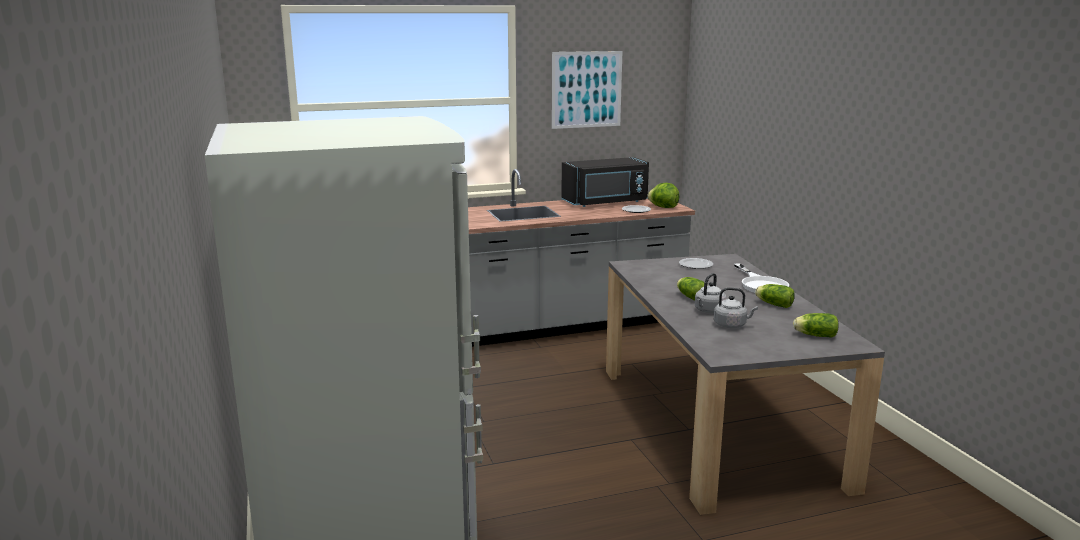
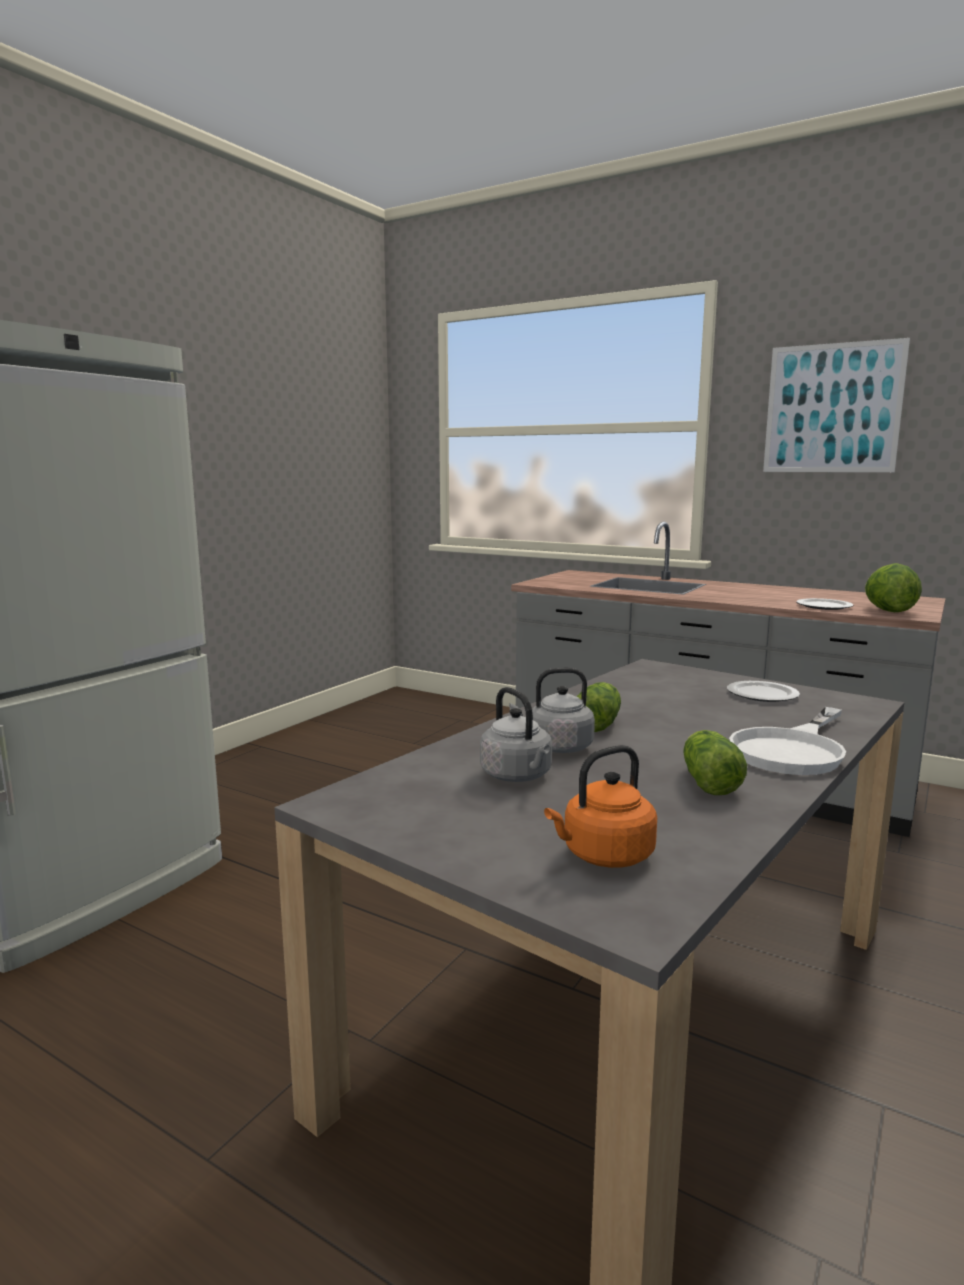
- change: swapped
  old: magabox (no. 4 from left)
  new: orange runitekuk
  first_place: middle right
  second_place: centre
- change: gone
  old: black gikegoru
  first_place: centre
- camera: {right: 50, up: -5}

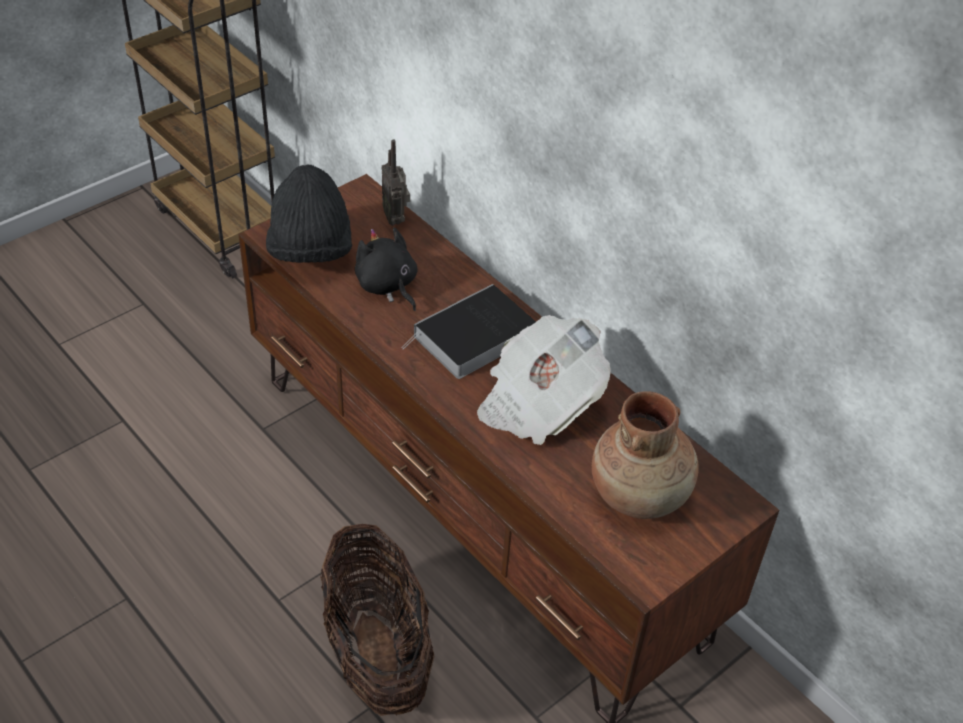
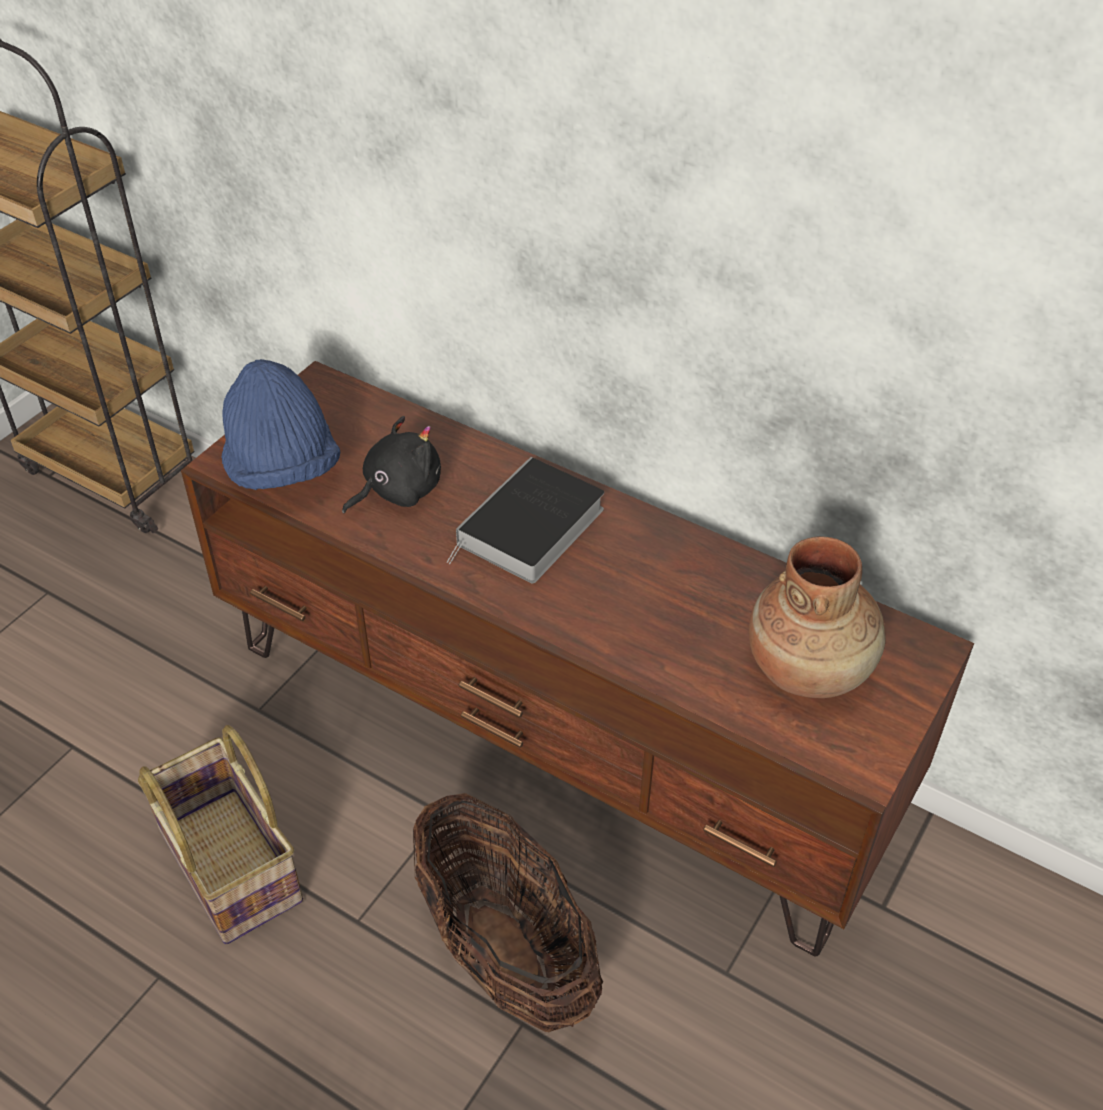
- change: new
  new: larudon (no. 1 from left)
  second_place: bottom left
- change: repainted
  old: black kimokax
  new: blue kimokax
  first_place: top left
  second_place: middle left
- change: rotated
  old: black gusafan
  first_place: centre
  second_place: centre
  degrees: 105
- change: gone
  old: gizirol
  first_place: top centre
- change: gone
  old: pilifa
  first_place: centre
- camera: {right: -15, up: 0}

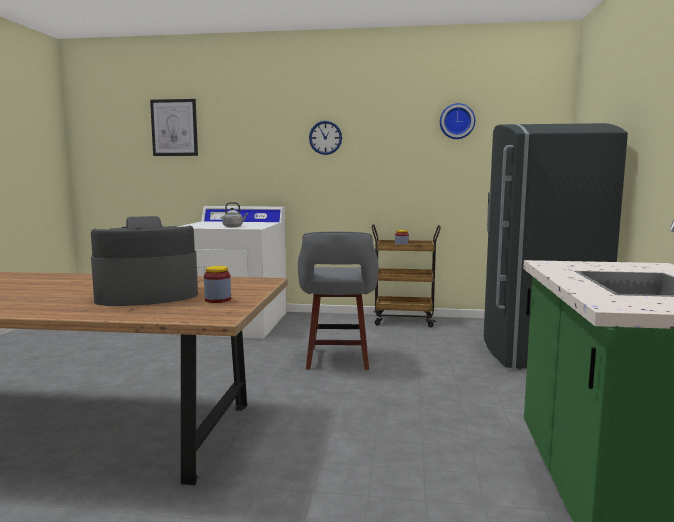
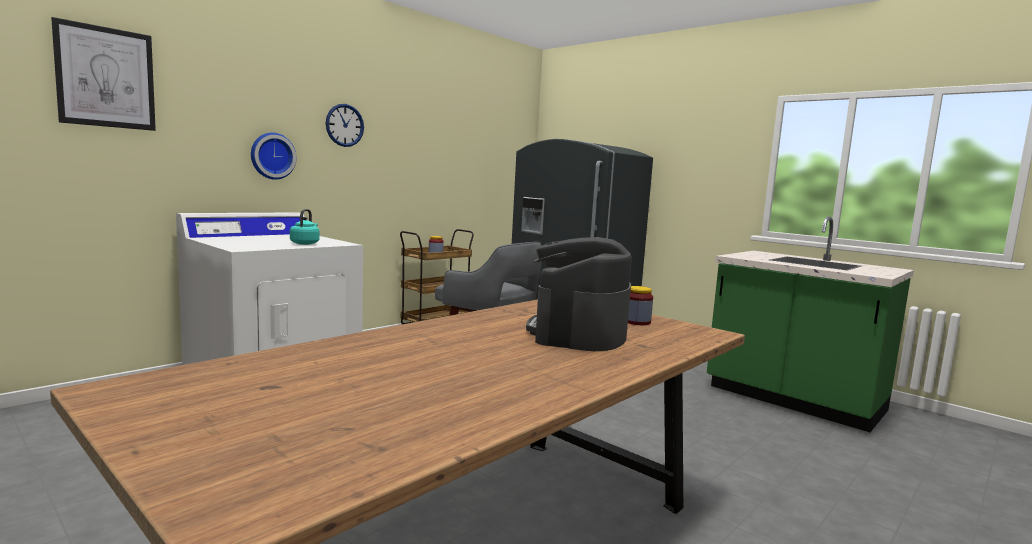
- change: shifted
  old: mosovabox (no. 2 from left in the first image)
  new: mosovabox (no. 1 from left)
  first_place: top right
  second_place: top left
- change: repainted
  old: grey runitekuk
  new: turquoise runitekuk
  first_place: centre
  second_place: middle left
- camera: {right: -55, up: 0}

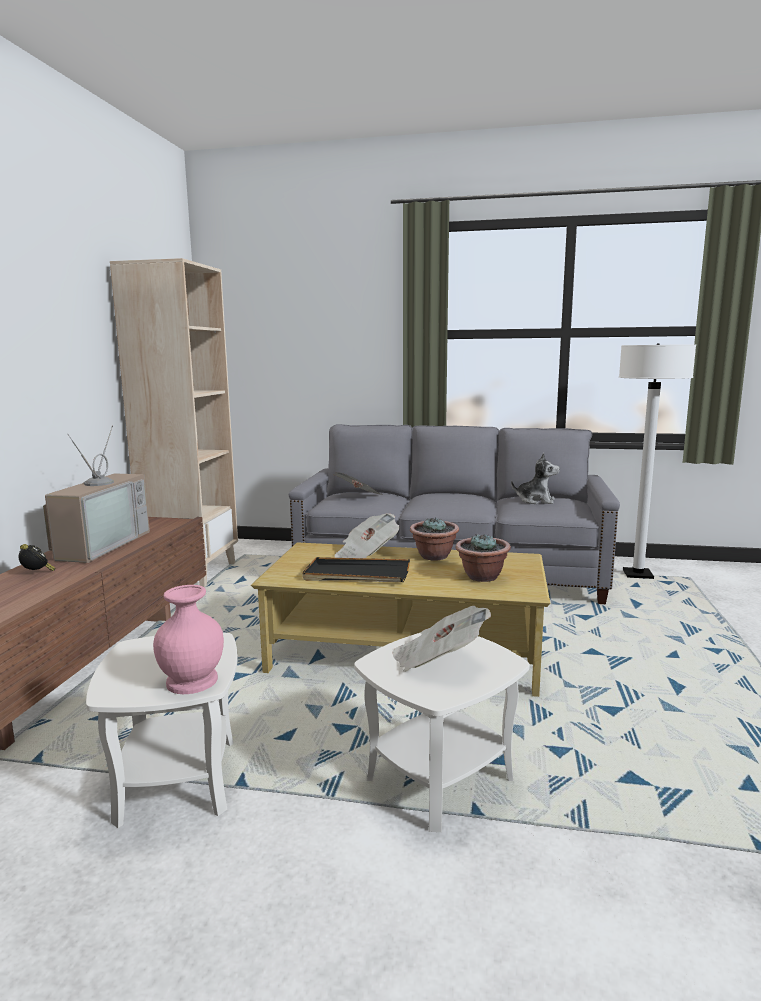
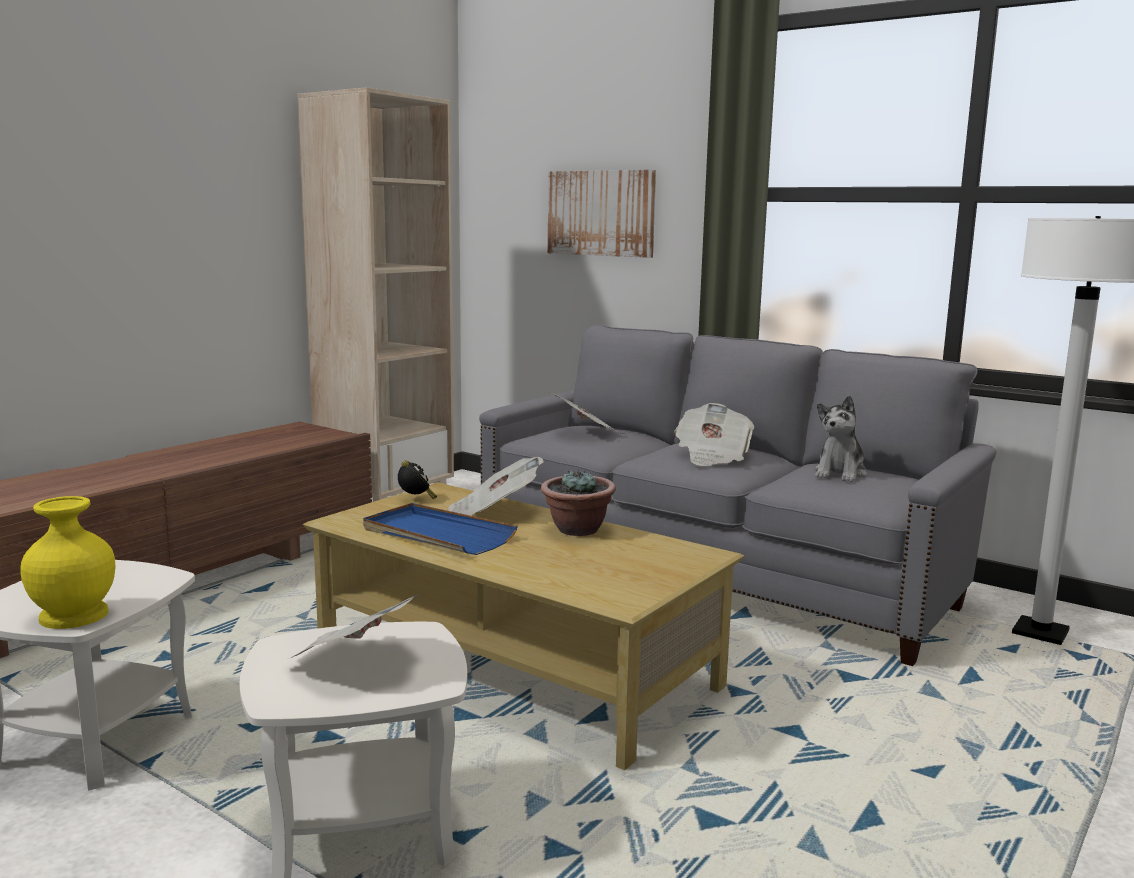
- change: repainted
  old: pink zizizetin
  new: yellow zizizetin
  first_place: middle left
  second_place: middle left
- change: repainted
  old: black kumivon
  new: blue kumivon
  first_place: centre
  second_place: centre
- change: shifted
  old: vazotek
  first_place: middle left
  second_place: centre
- change: new
  new: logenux
  second_place: top centre
- change: new
  new: pilifa (no. 4 from left)
  second_place: centre
- change: rotated
  old: gusafan
  first_place: middle right
  second_place: middle right
  degrees: 75
- change: gone
  old: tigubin
  first_place: middle left
- change: gone
  old: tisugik (no. 2 from left)
  first_place: centre
- camera: {right: 25, up: 0}

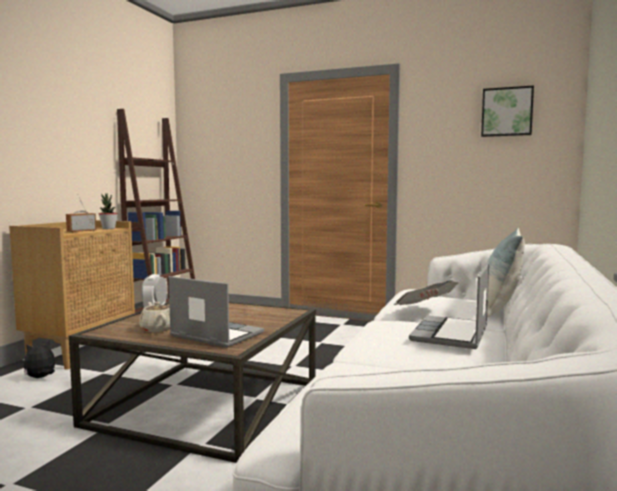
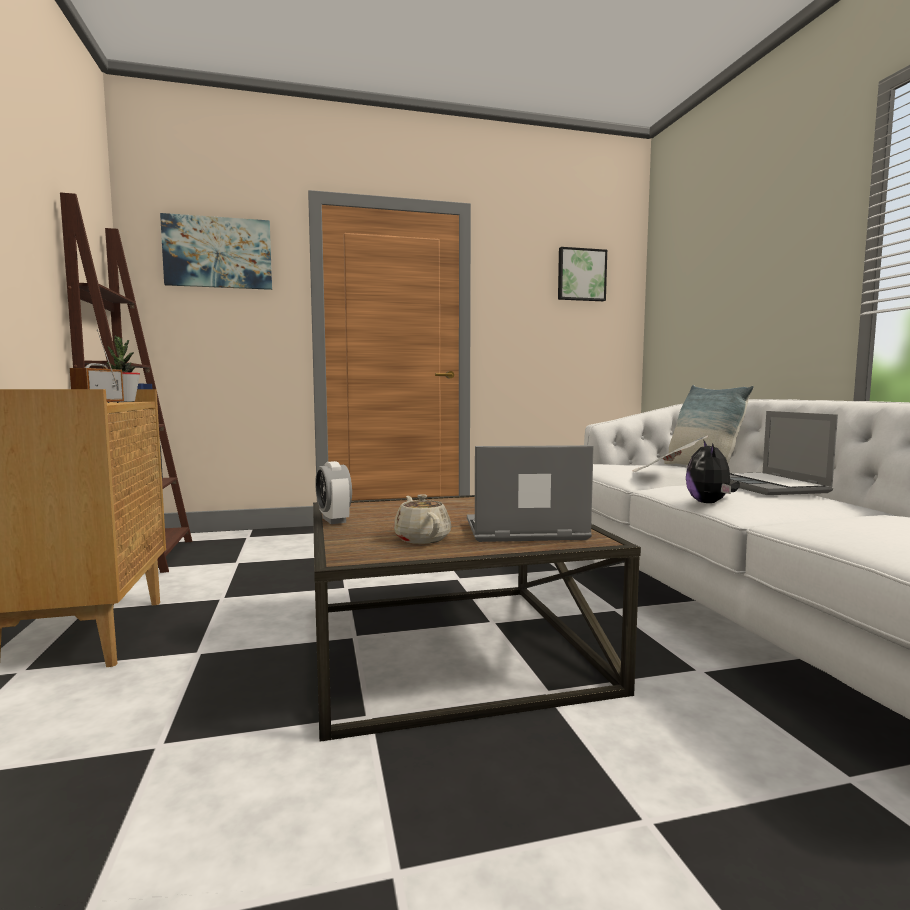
- change: new
  new: logenux (no. 1 from left)
  second_place: top left
- change: rotated
  old: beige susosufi
  first_place: middle left
  second_place: centre
  degrees: 45
- change: shifted
  old: gusafan
  first_place: bottom left
  second_place: middle right
- camera: {right: -35, up: 0}

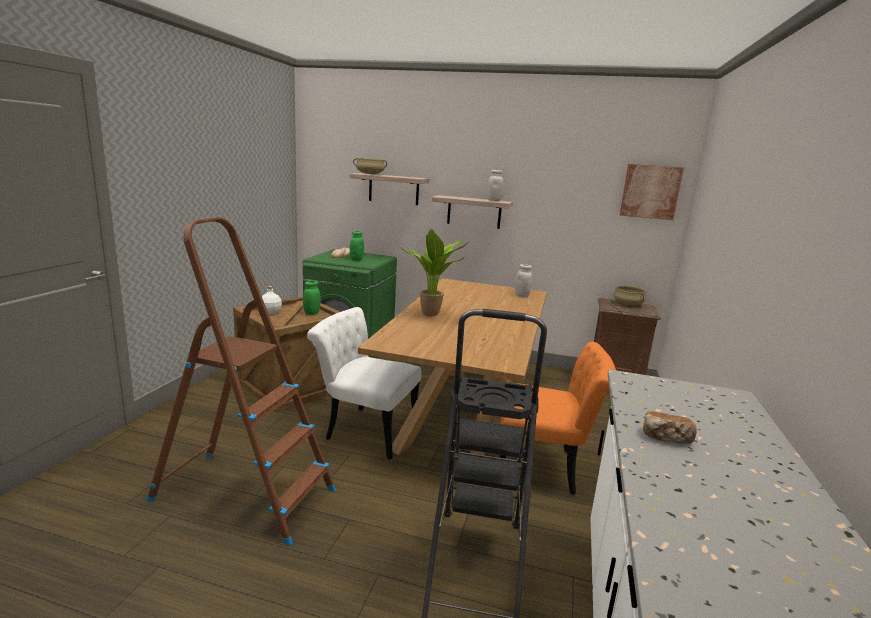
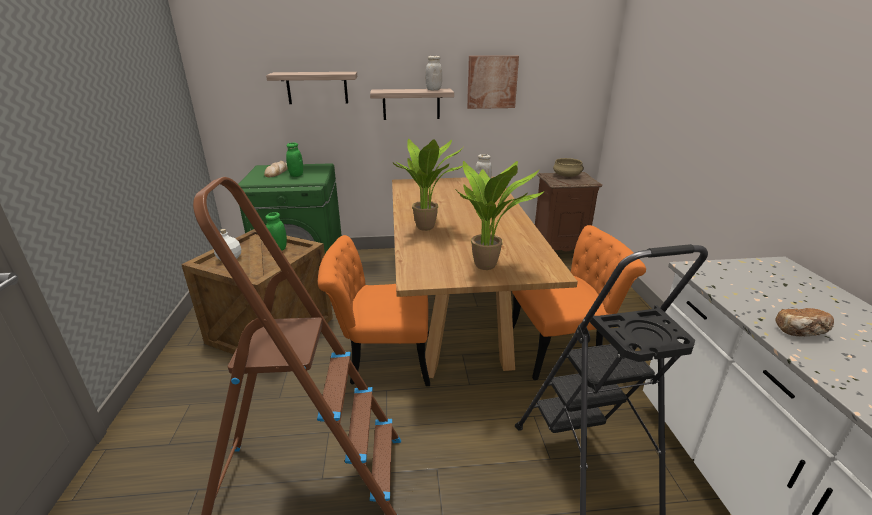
- change: repainted
  old: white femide
  new: orange femide (no. 1 from left)
  first_place: centre
  second_place: centre
- change: new
  new: tisugik (no. 2 from left)
  second_place: centre
- change: shifted
  old: logenux
  first_place: top right
  second_place: top centre
- change: gone
  old: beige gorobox (no. 1 from left)
  first_place: top centre
- camera: {right: -20, up: 10}

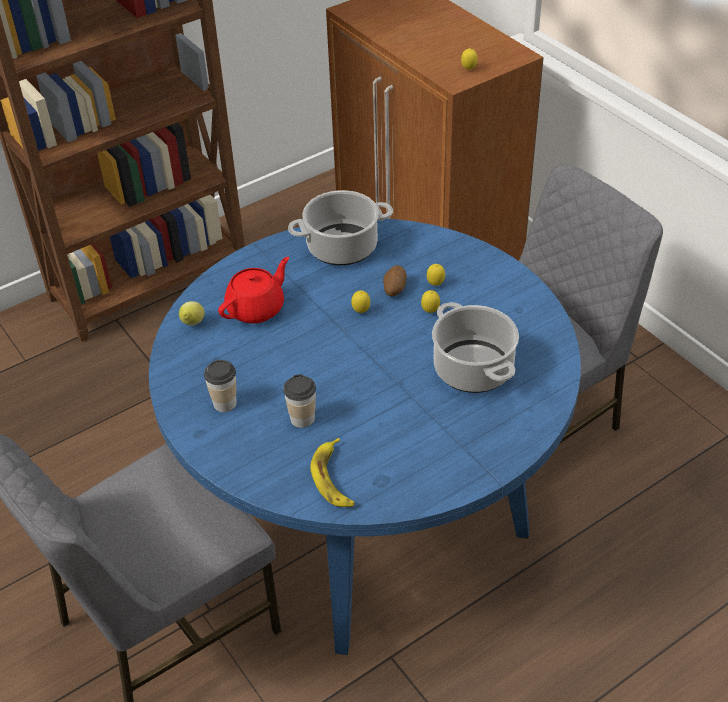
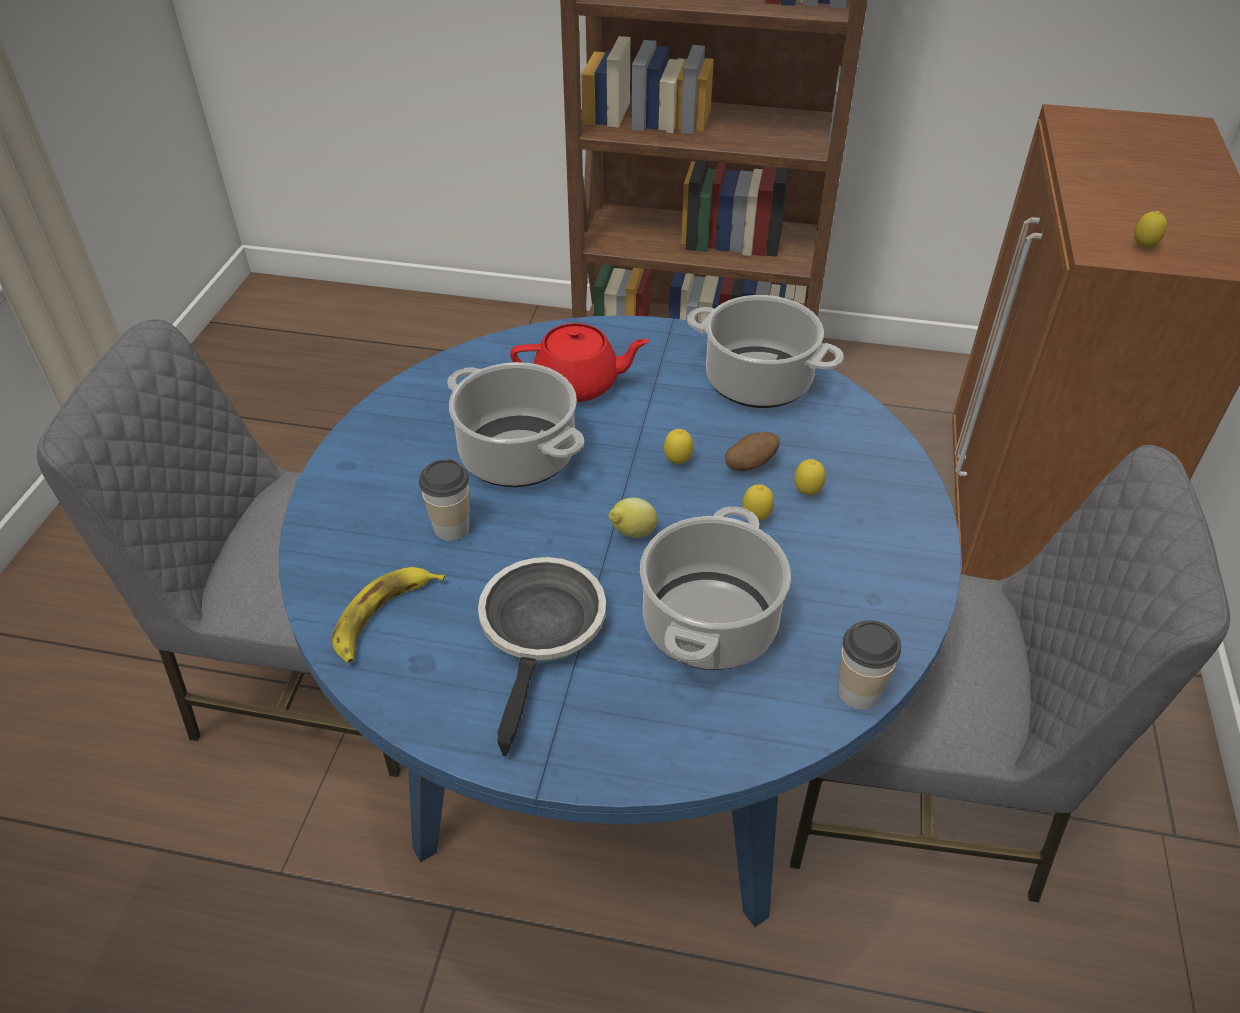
- change: new
  new: gorobox (no. 1 from left)
  second_place: centre
- change: new
  new: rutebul
  second_place: centre
- change: shifted
  old: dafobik (no. 1 from left)
  first_place: middle left
  second_place: centre
- change: shifted
  old: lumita (no. 1 from left in the first image)
  new: lumita (no. 2 from left)
  first_place: middle left
  second_place: middle right
- camera: {right: 45, up: 0}

